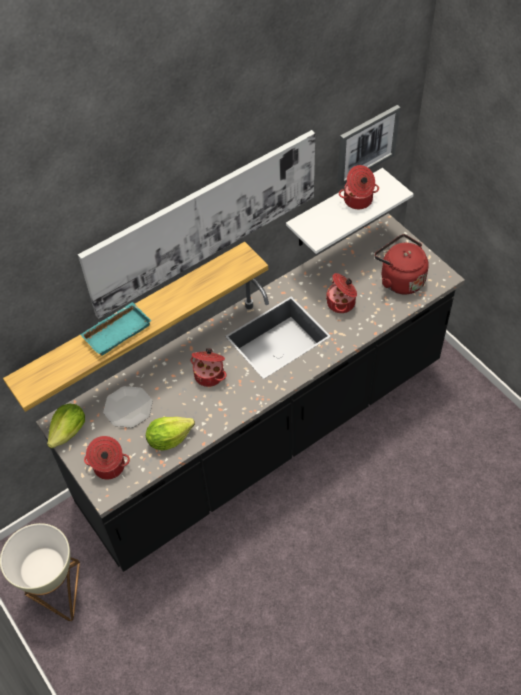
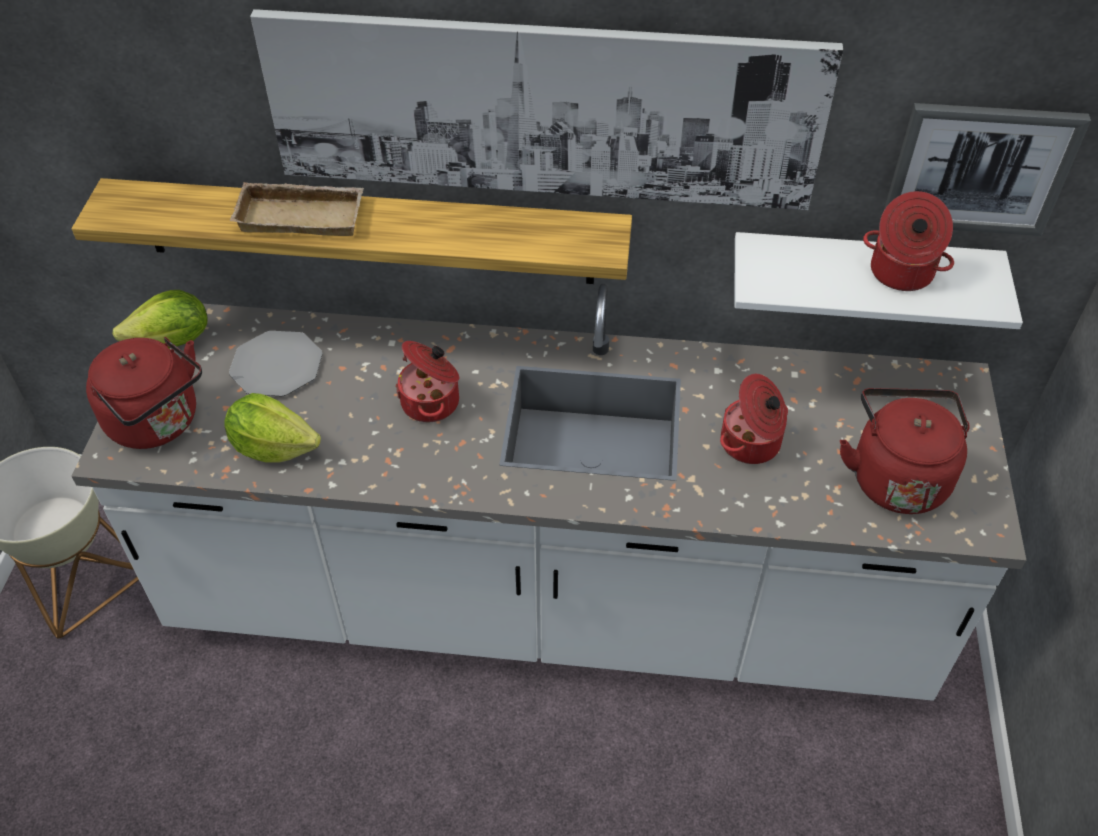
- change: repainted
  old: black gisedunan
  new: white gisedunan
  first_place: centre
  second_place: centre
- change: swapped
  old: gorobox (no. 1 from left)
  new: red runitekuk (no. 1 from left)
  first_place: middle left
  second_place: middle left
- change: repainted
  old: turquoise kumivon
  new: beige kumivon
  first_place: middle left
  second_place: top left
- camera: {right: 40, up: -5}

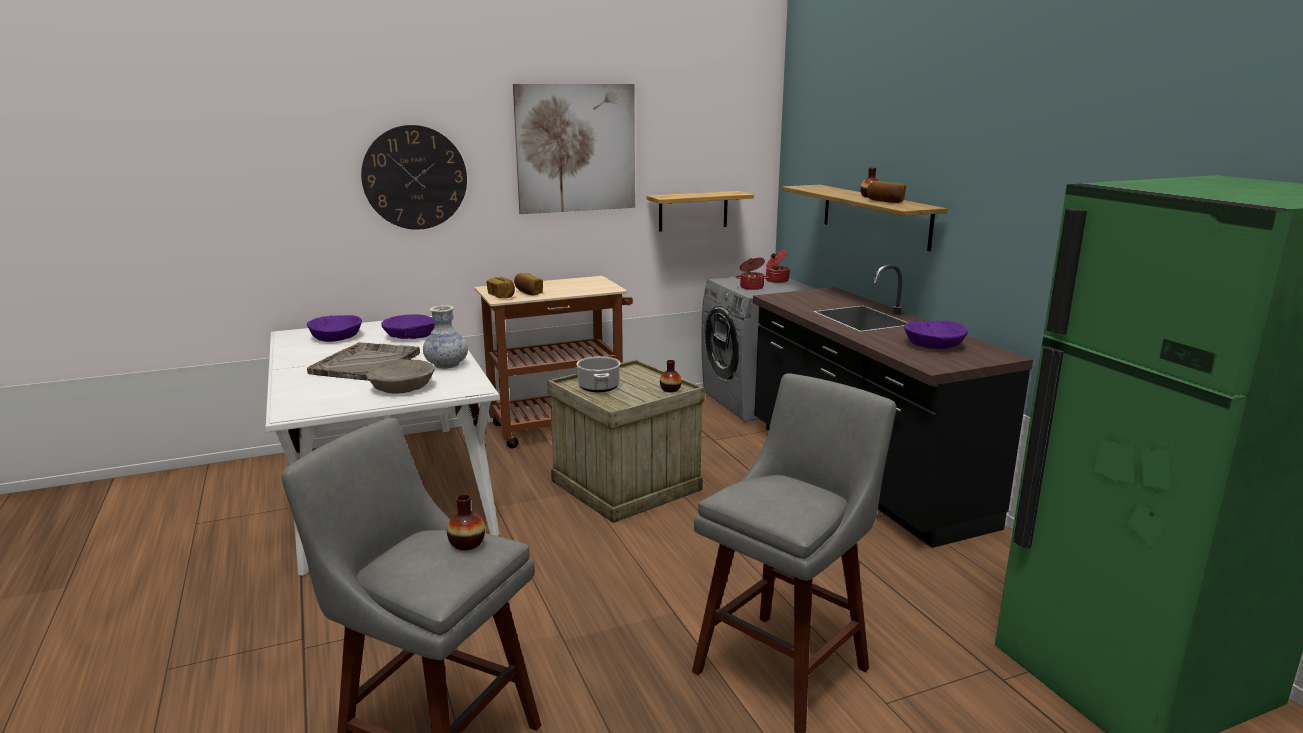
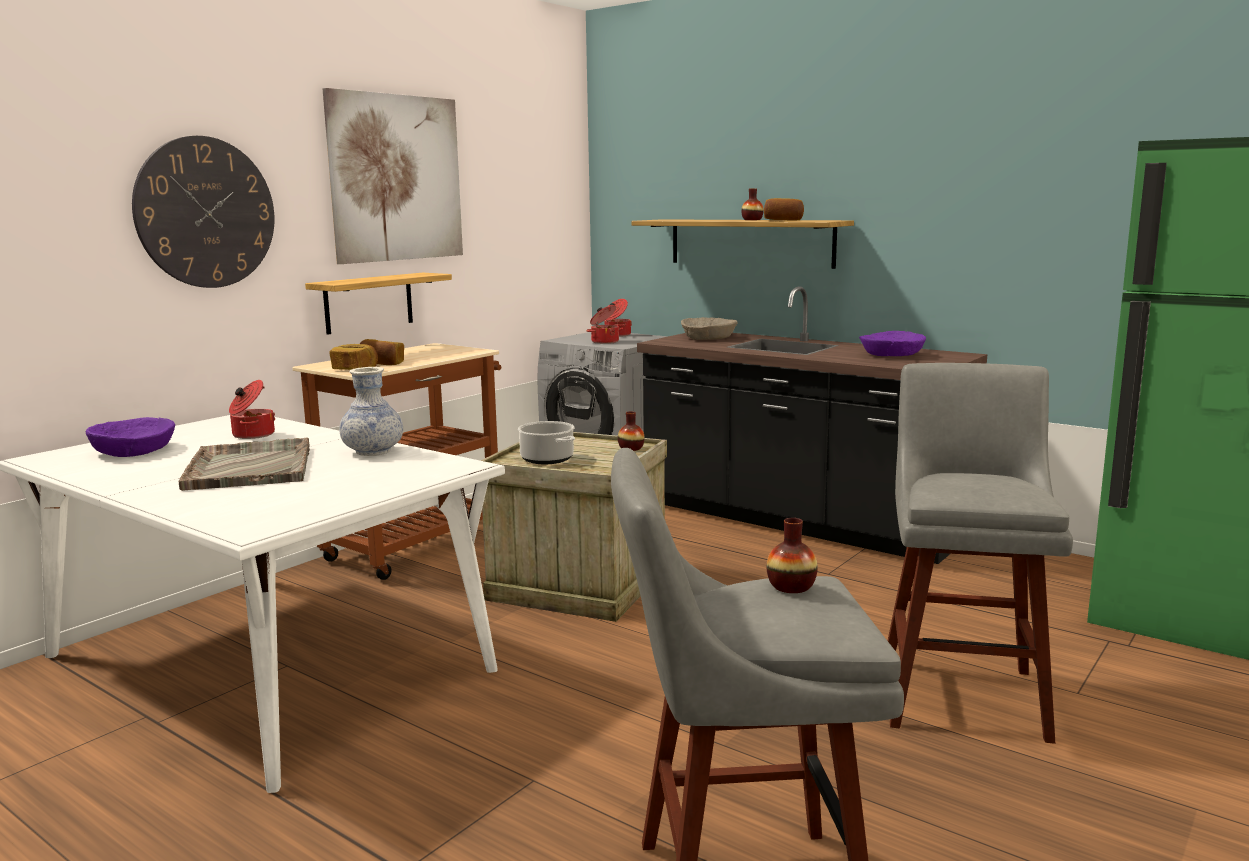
- change: swapped
  old: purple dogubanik (no. 2 from left)
  new: gorobox (no. 1 from left)
  first_place: middle left
  second_place: middle left
- change: shifted
  old: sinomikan (no. 1 from left)
  first_place: top centre
  second_place: middle left
- change: shifted
  old: beige dogubanik
  first_place: middle left
  second_place: centre
- camera: {right: -30, up: -5}

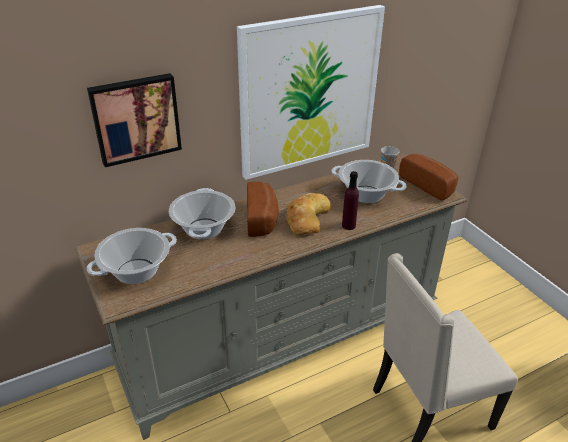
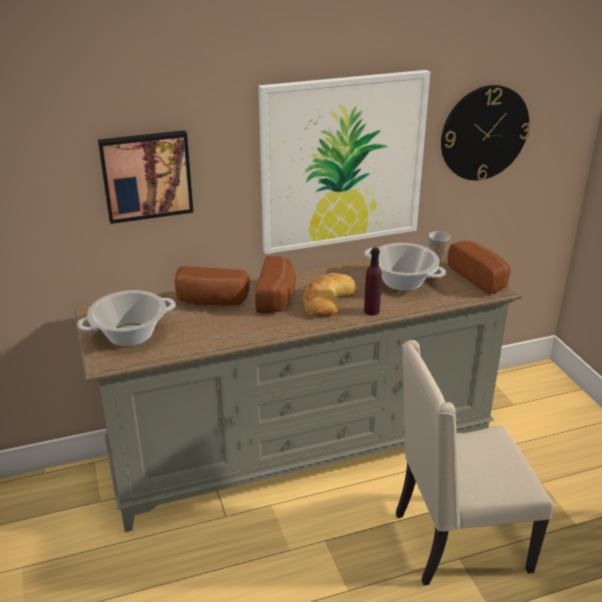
- change: swapped
  old: gorobox (no. 2 from left)
  new: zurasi (no. 1 from left)
  first_place: centre
  second_place: centre
- change: new
  new: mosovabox
  second_place: top right
- camera: {right: 10, up: -5}

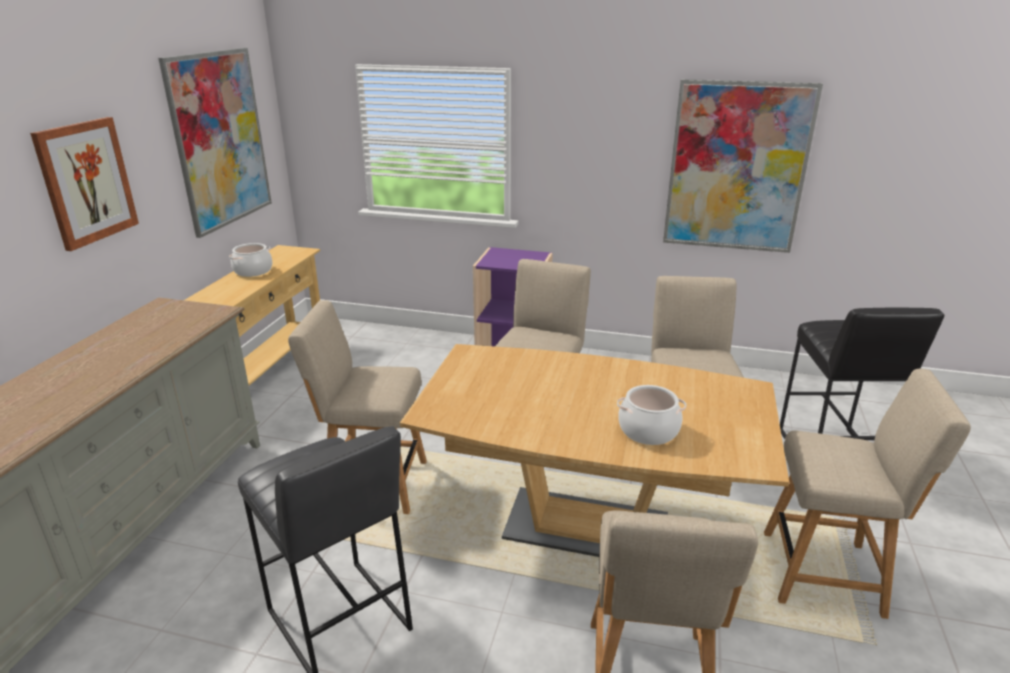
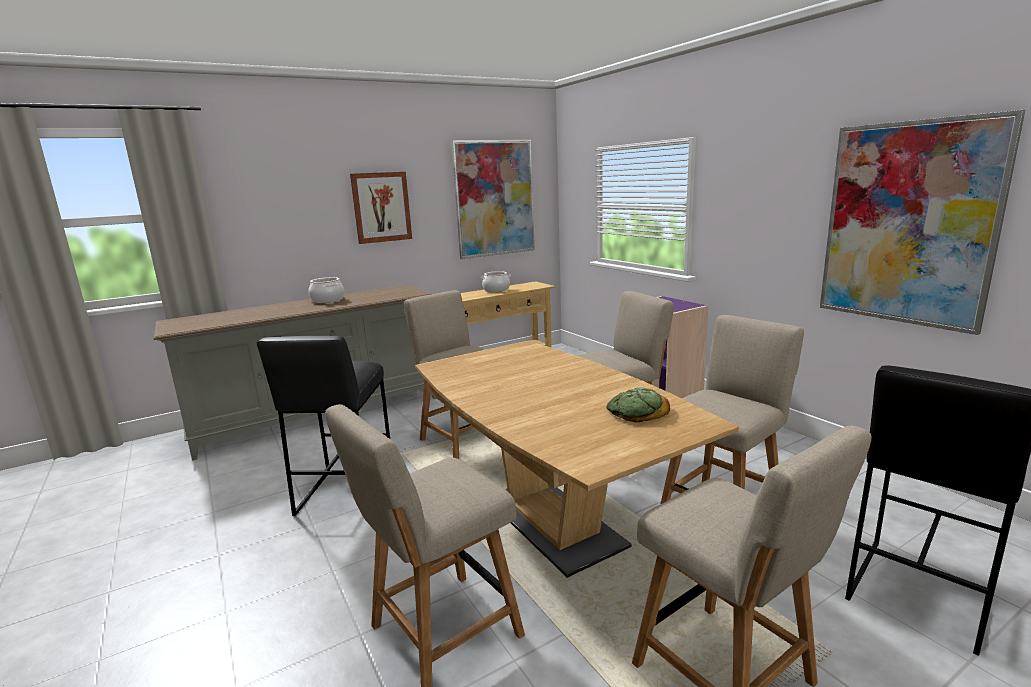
- change: shifted
  old: gorobox (no. 2 from left in the first image)
  new: gorobox (no. 1 from left)
  first_place: centre
  second_place: middle left
- change: new
  new: zurasi
  second_place: centre
- camera: {right: 45, up: -10}

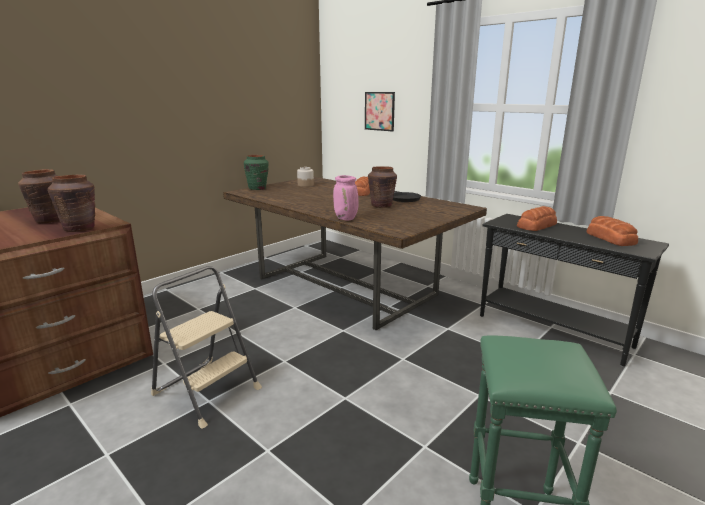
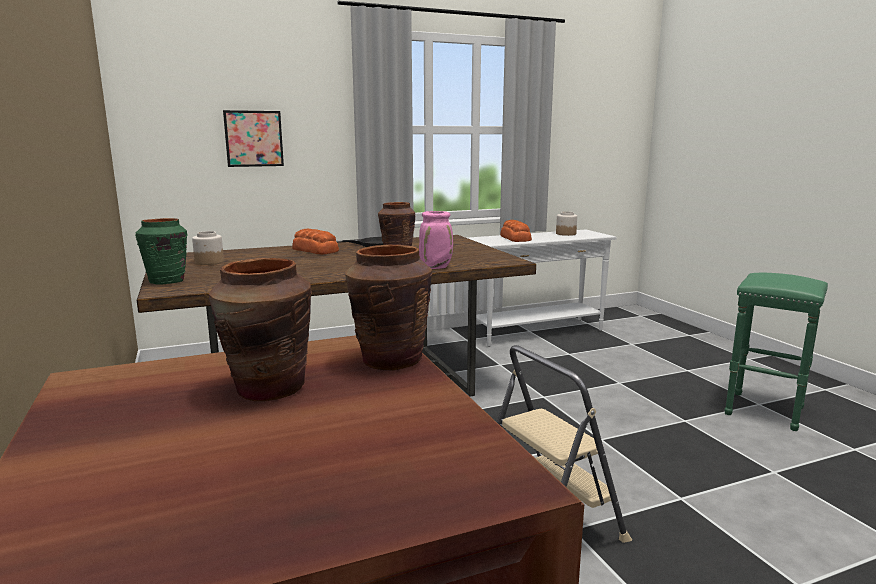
- change: repainted
  old: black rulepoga
  new: white rulepoga
  first_place: middle right
  second_place: centre
- change: swapped
  old: zurasi (no. 3 from left)
  new: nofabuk (no. 2 from left)
  first_place: middle right
  second_place: centre
- camera: {right: -65, up: -5}

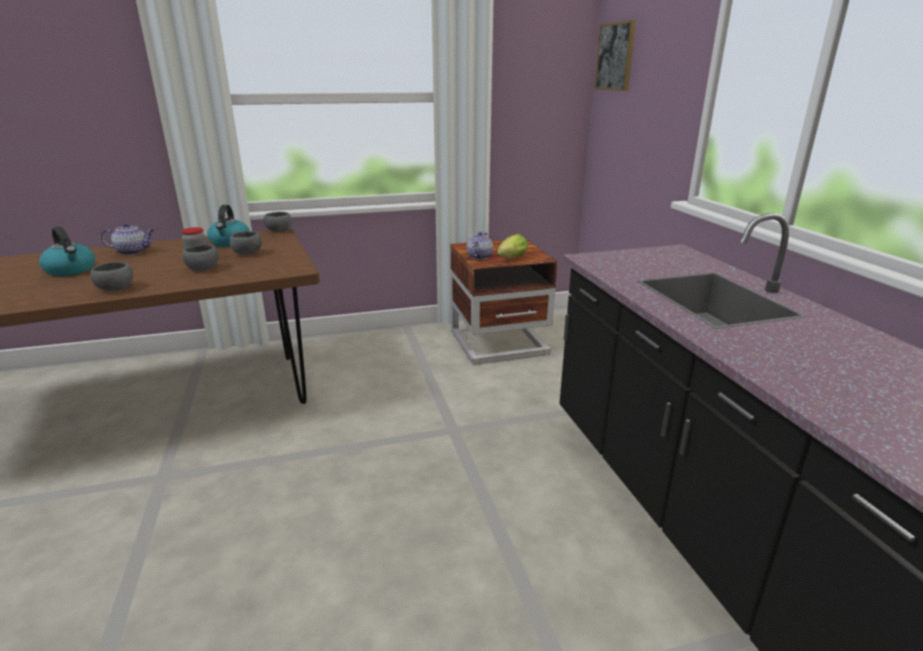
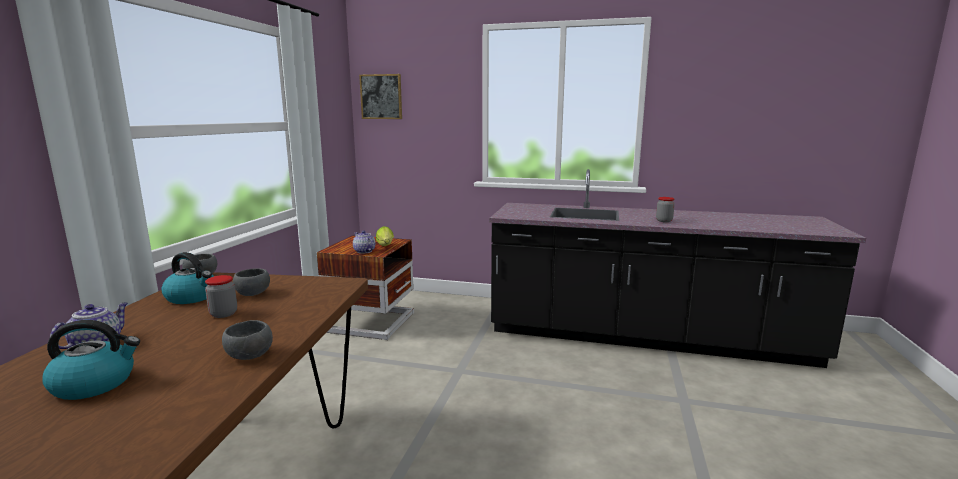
- change: new
  new: nofabuk (no. 2 from left)
  second_place: middle right
- change: gone
  old: grey dogubanik (no. 2 from left)
  first_place: middle left
- camera: {right: -60, up: -10}

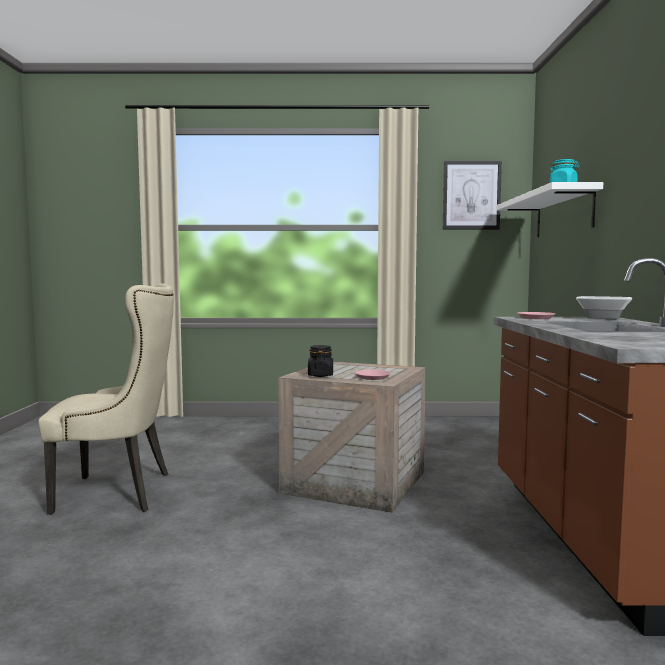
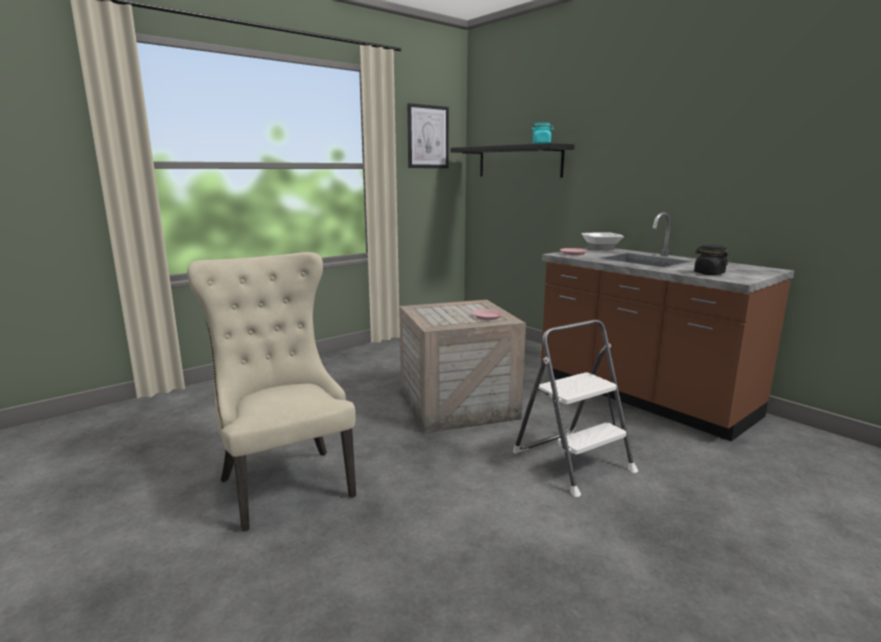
- change: rotated
  old: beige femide
  first_place: middle left
  second_place: middle left
  degrees: -75
- change: repainted
  old: white sinomikan
  new: black sinomikan
  first_place: top right
  second_place: top centre
- change: new
  new: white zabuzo
  second_place: centre
- change: shifted
  old: black nofabuk
  first_place: centre
  second_place: middle right
- camera: {right: -40, up: 10}

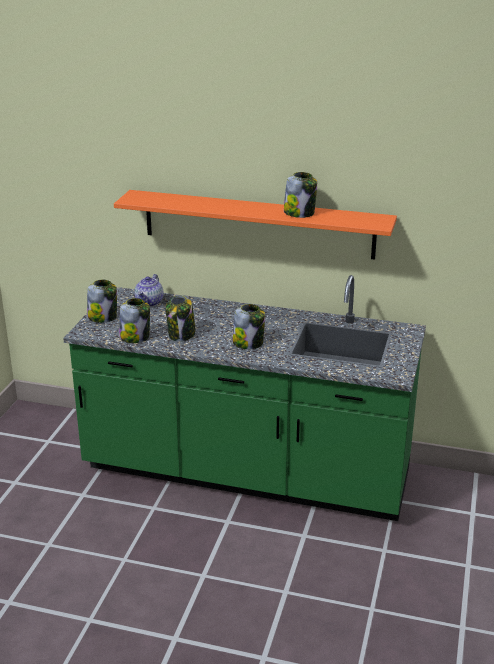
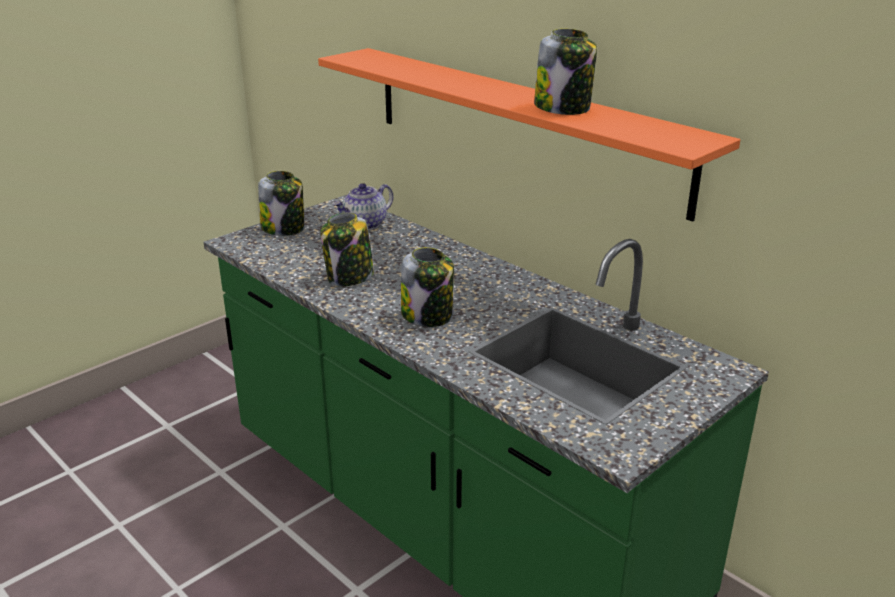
- change: gone
  old: nofabuk (no. 2 from left)
  first_place: middle left
- camera: {right: 30, up: 0}

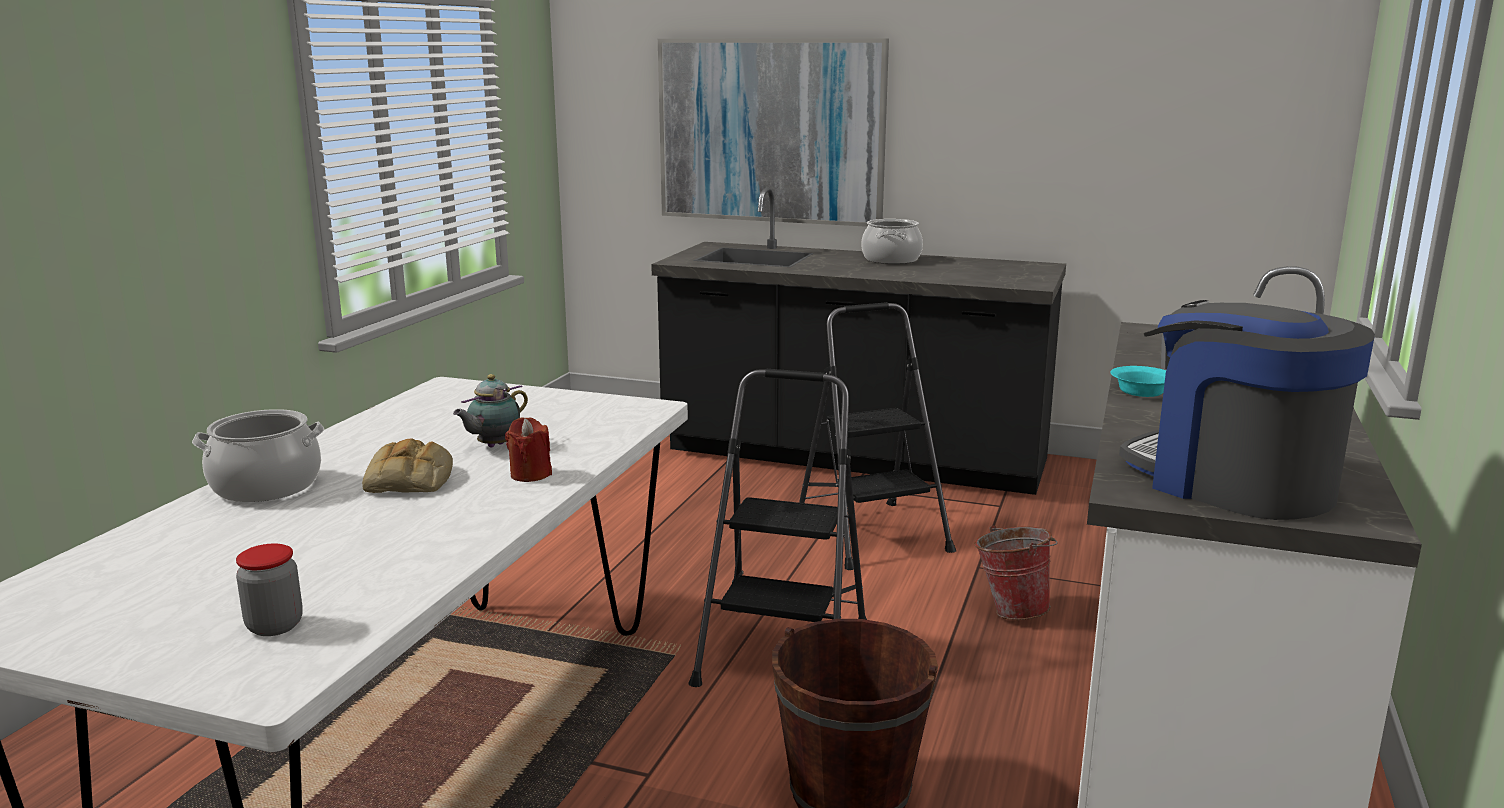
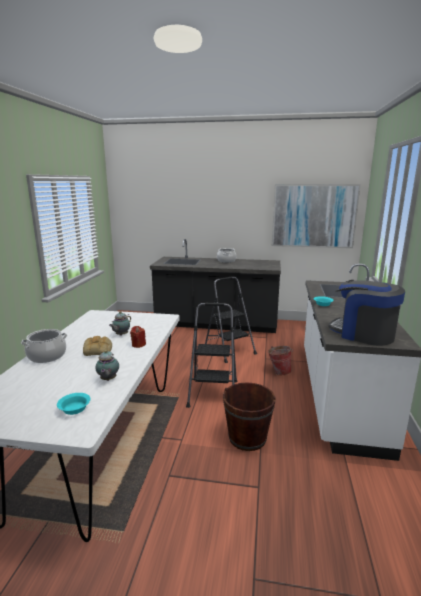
- change: swapped
  old: nofabuk
  new: turquoise dogubanik (no. 1 from left)
  first_place: bottom left
  second_place: bottom left
- change: new
  new: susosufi (no. 1 from left)
  second_place: middle left
- change: shifted
  old: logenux
  first_place: top centre
  second_place: middle right
- camera: {right: -10, up: 0}

